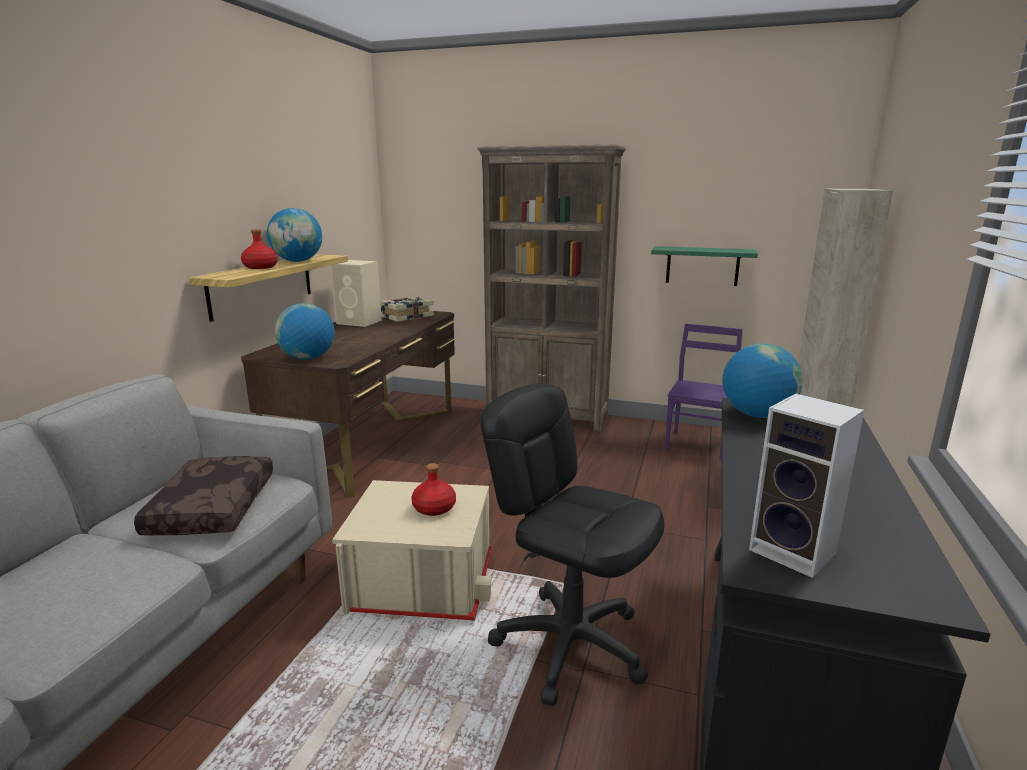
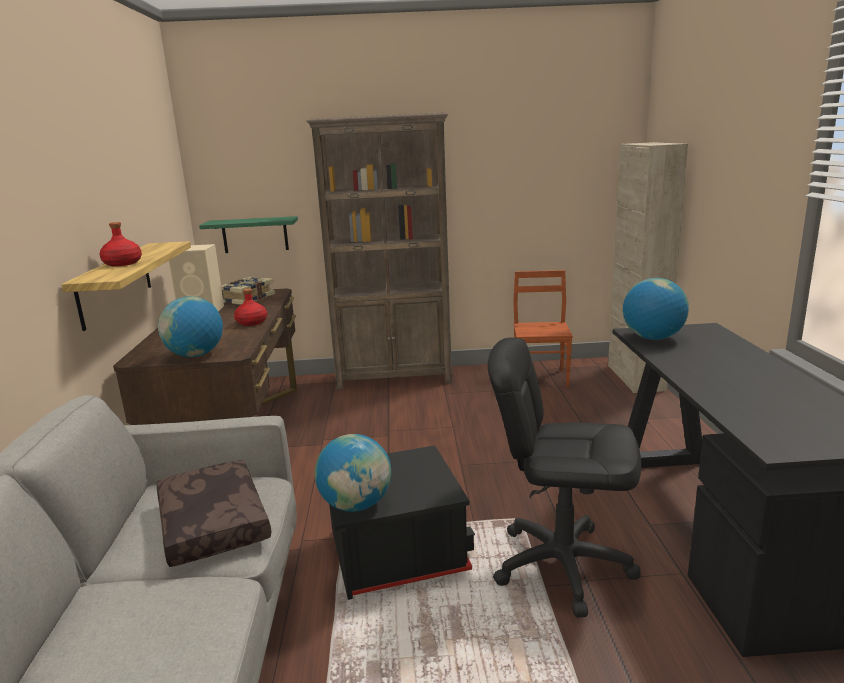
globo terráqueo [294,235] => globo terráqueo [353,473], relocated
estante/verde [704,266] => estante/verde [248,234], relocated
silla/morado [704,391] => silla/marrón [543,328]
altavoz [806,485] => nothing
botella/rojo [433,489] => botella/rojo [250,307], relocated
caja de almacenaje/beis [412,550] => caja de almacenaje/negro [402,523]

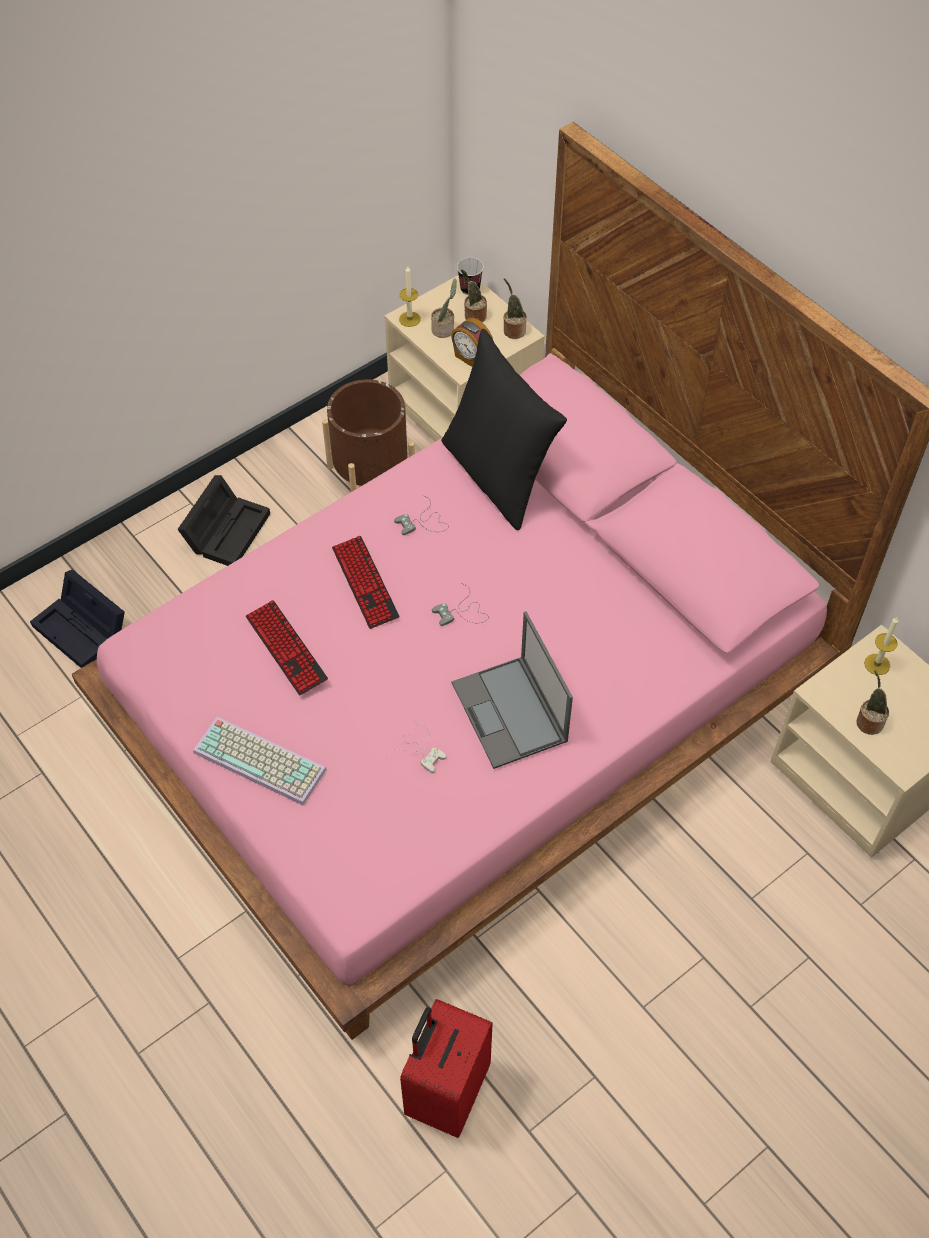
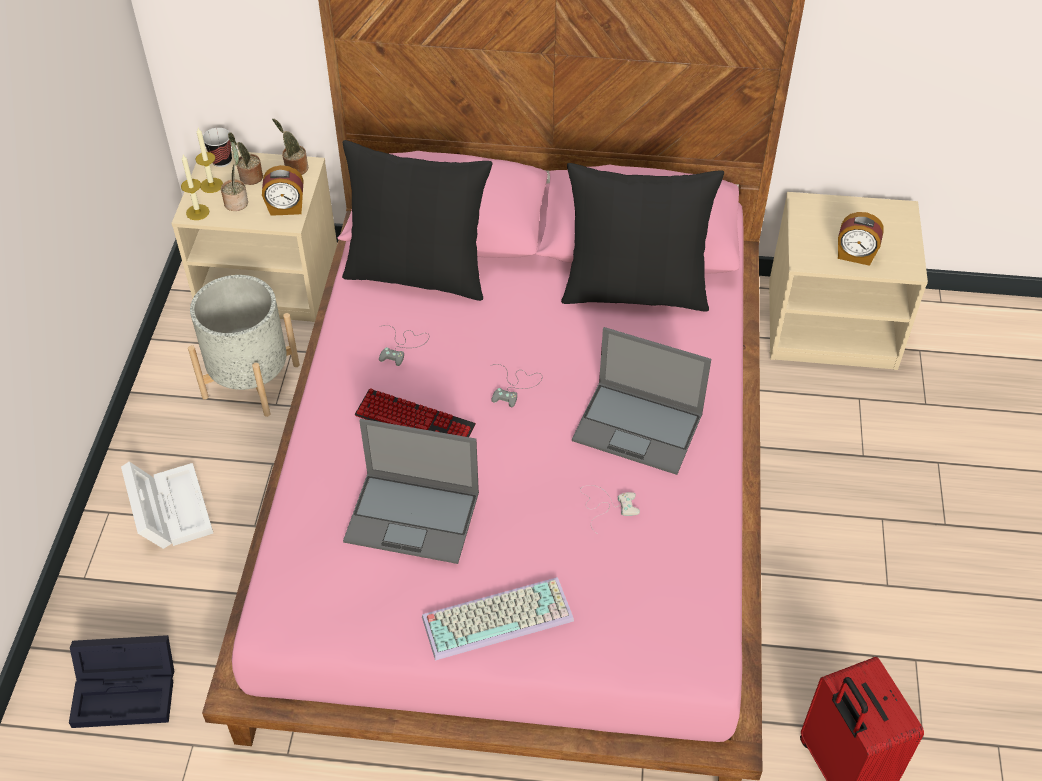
maceta/marrón [368,435] => maceta/gris [244,346]
caja de almacenaje/negro [223,520] => caja de almacenaje/blanco [167,505]
teclado [286,648] => portátil [411,491]
vela [881,646] => vela [209,160], relocated
planta en maceta [873,702] => despertador [861,239]
nothing => cojín/negro [642,237]

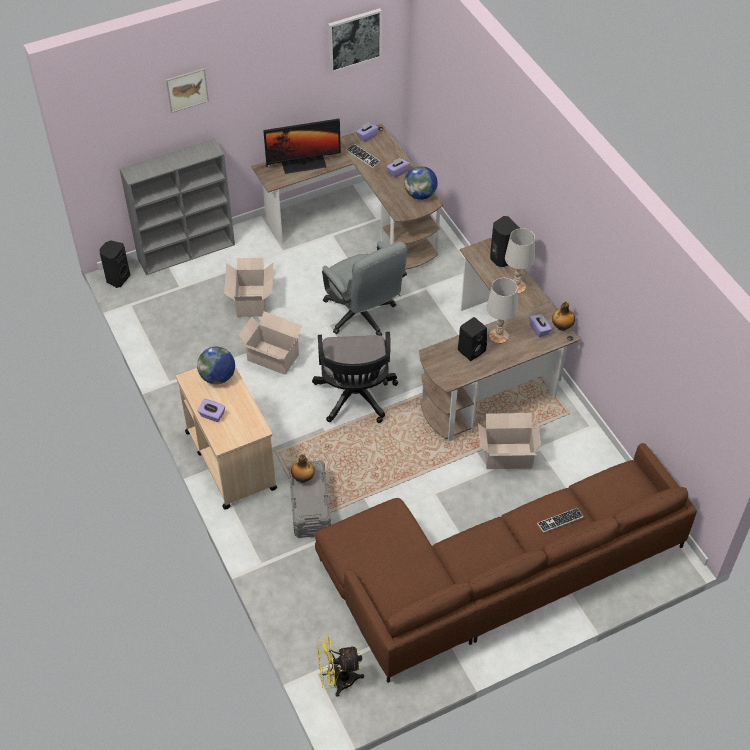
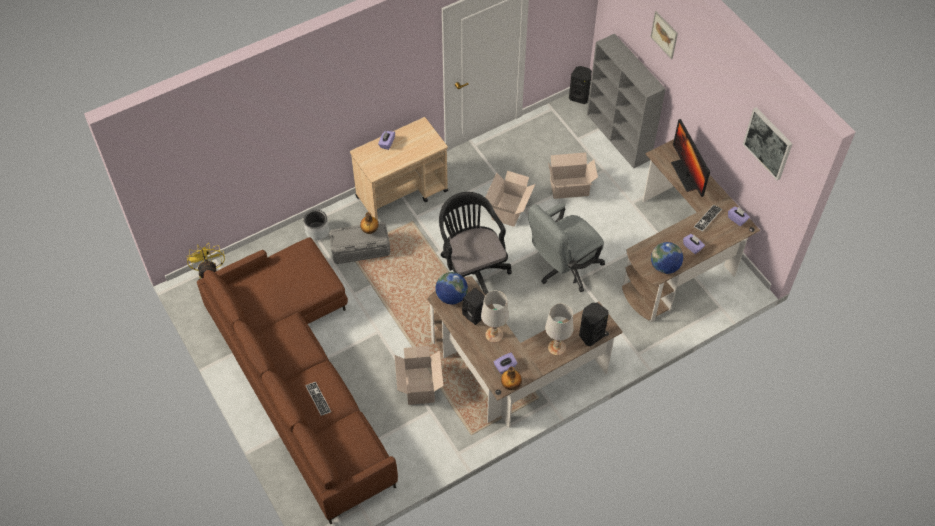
silla de oficina/negro [355,377] => silla de oficina/negro [475,243], 75 degrees clockwise
globo terráqueo [216,365] => globo terráqueo [451,288], relocated
nothing => maceta/gris [316,225]

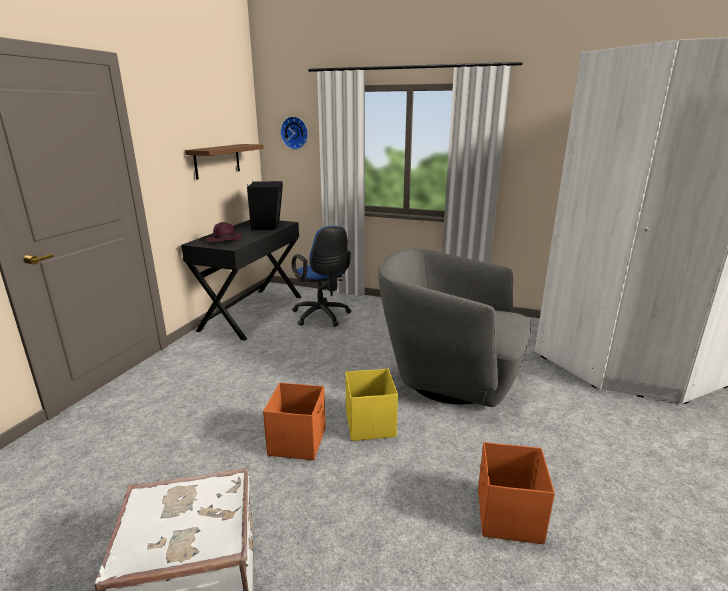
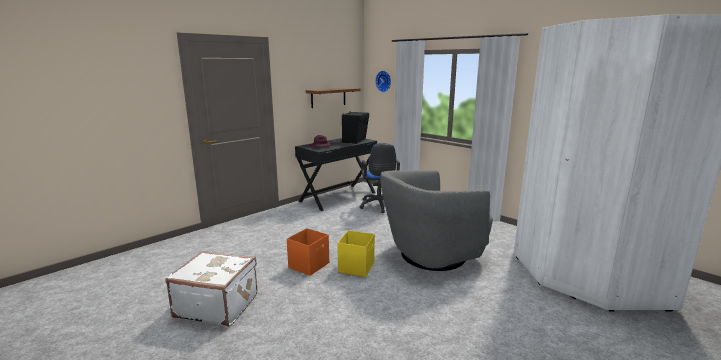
sillón/gris [454,328] => sillón/gris [436,220], 75 degrees counterclockwise
caja de almacenaje/naranja [516,493] => nothing

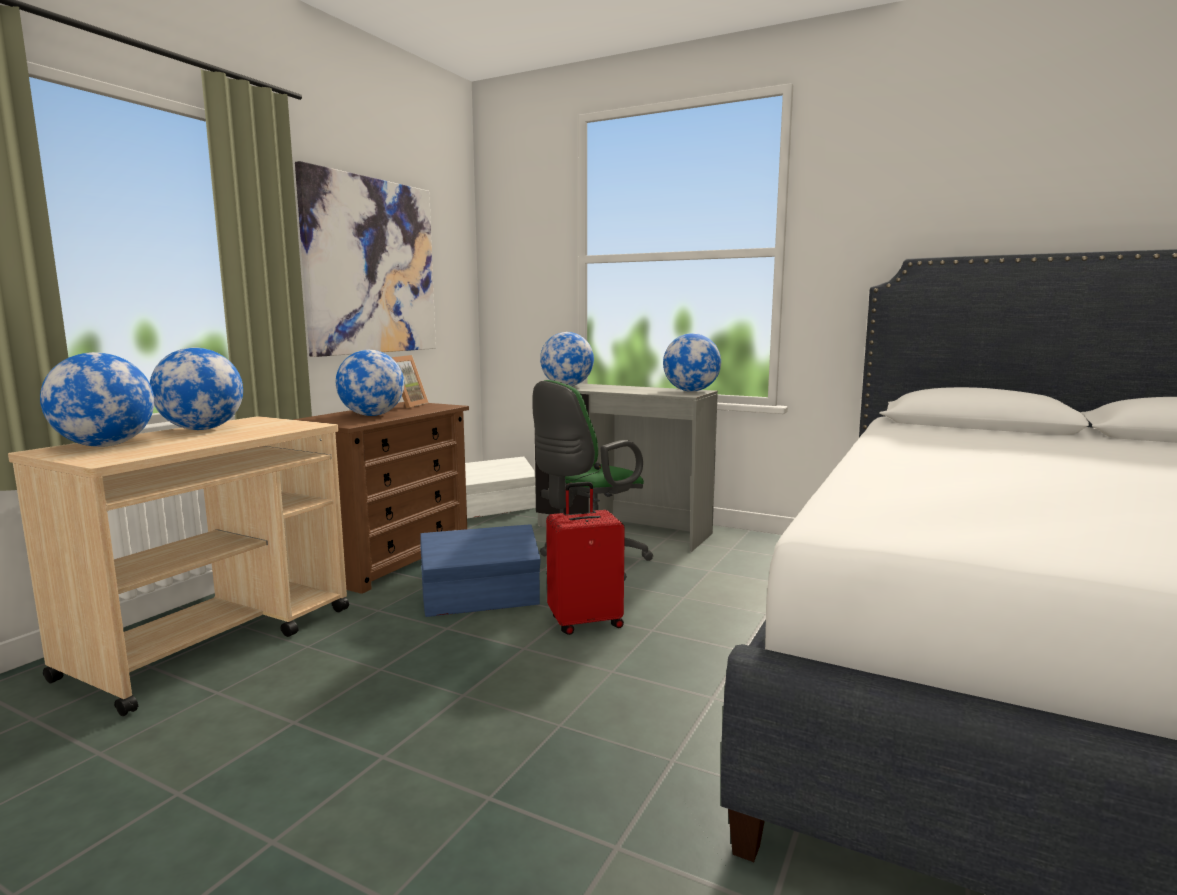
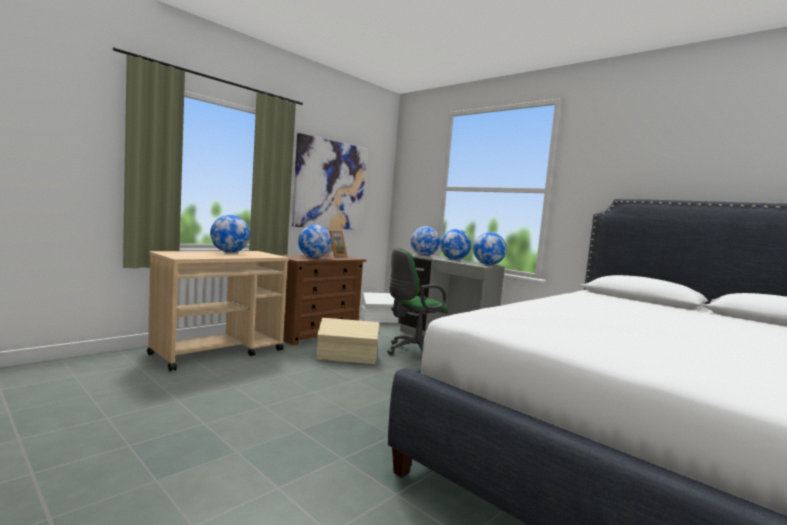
globo terráqueo [97,399] => globo terráqueo [455,244], relocated
maleta/rojo [585,558] => nothing
caja de almacenaje/azul [480,570] => caja de almacenaje/beis [347,341]

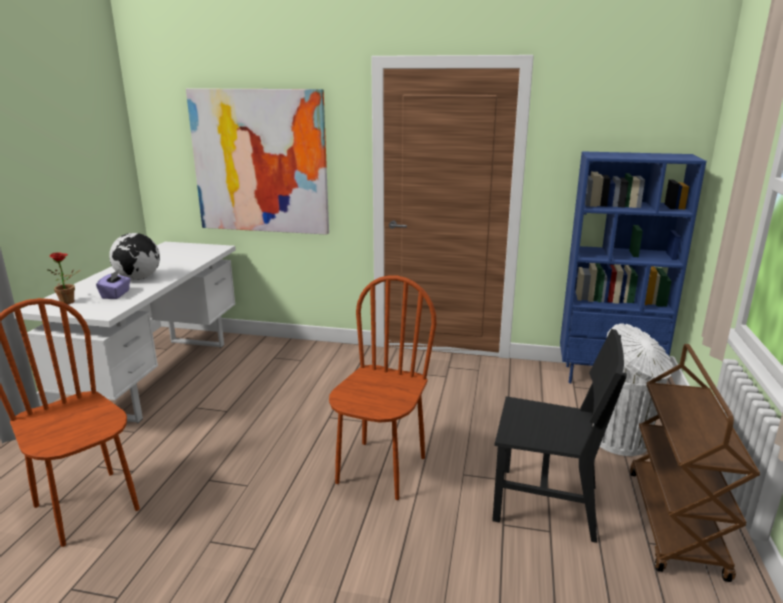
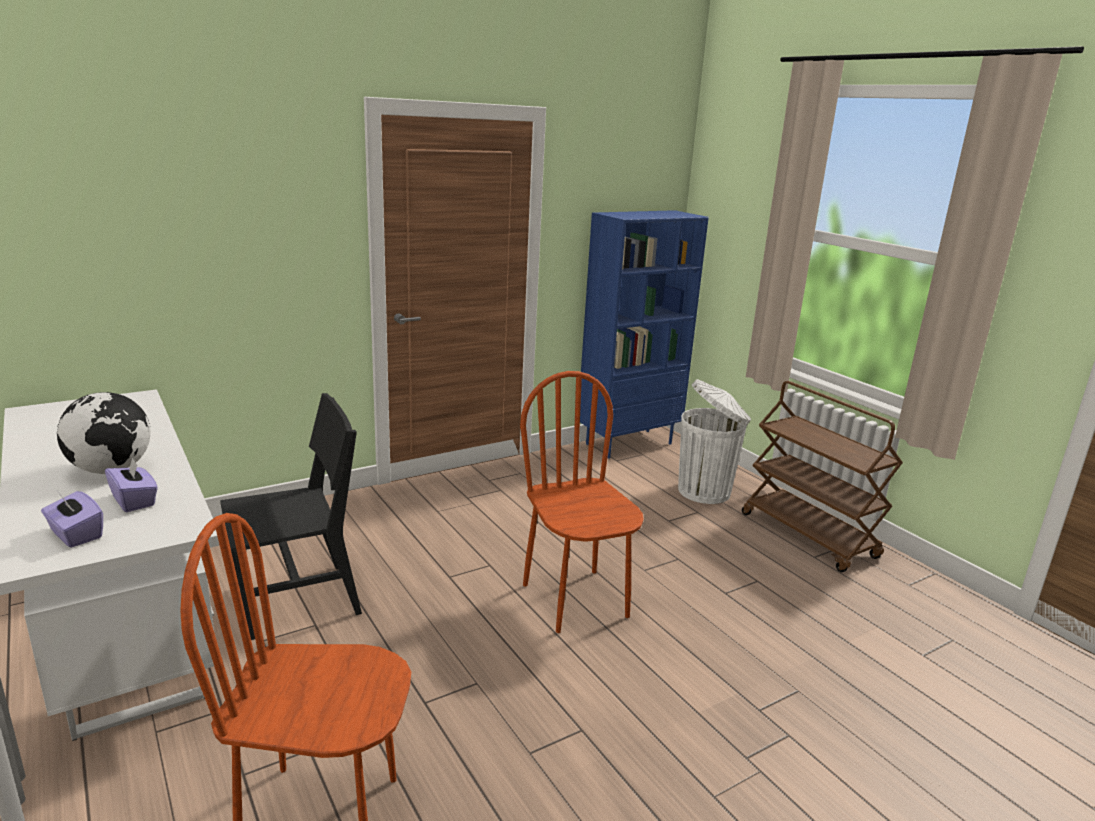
cuadro [257,161] => nothing
planta en maceta [63,278] => caja de pañuelos/morado [72,519]
silla/negro [559,436] => silla/negro [291,516], relocated

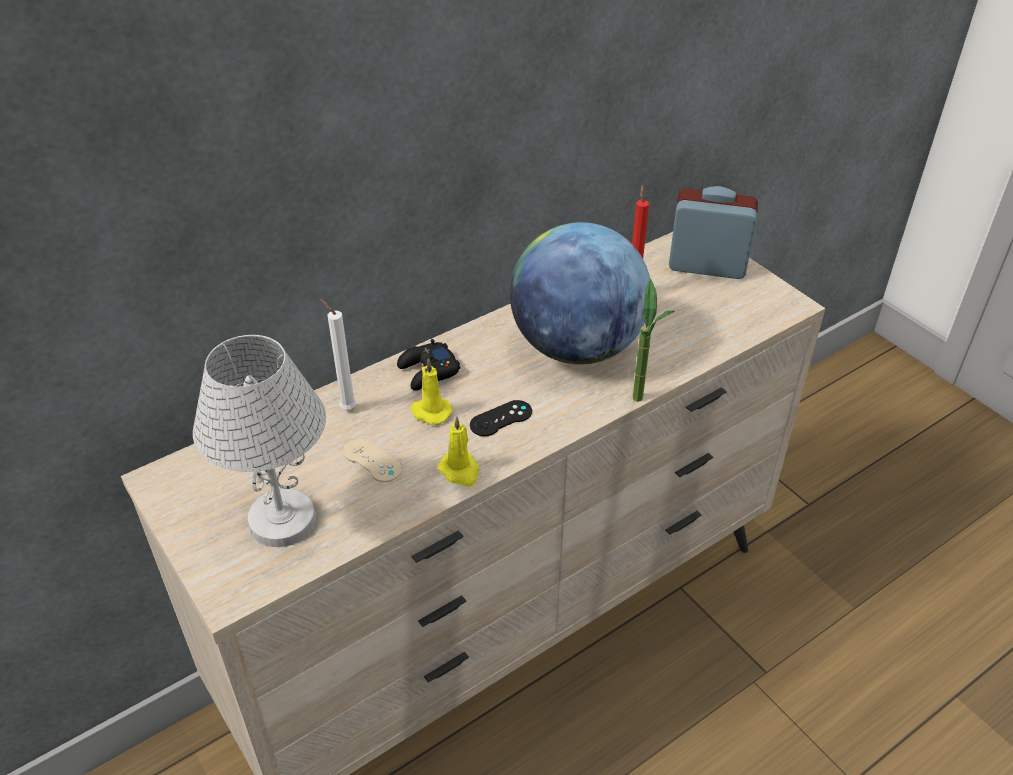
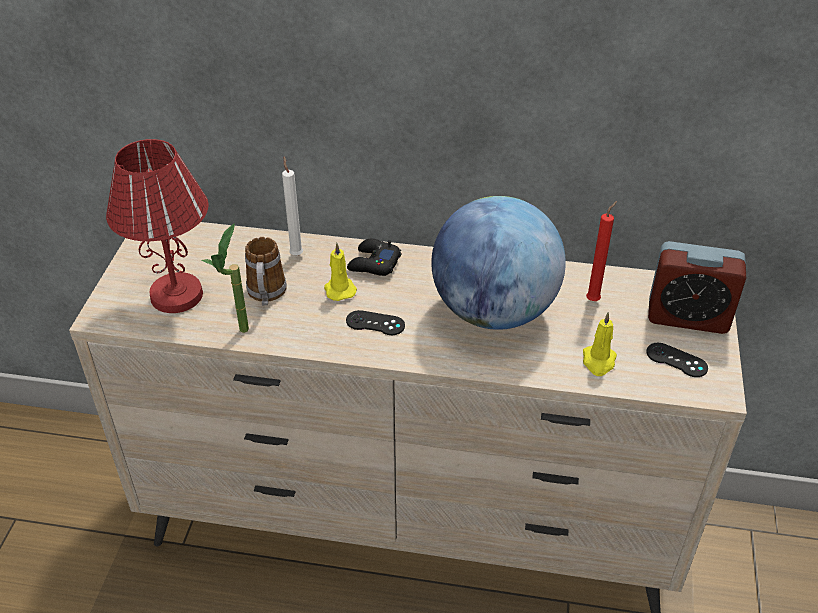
despertador [713,232] => despertador [697,287], 135 degrees clockwise
planta en maceta [653,340] => planta en maceta [225,278], relocated
lámpara de mesa/blanco [259,441] => lámpara de mesa/rojo [157,226]
vela/amarillo [458,451] => vela/amarillo [600,344], relocated
mando de consola/beis [372,460] => taza grande [266,271]
nothing => mando de consola/negro [677,360]

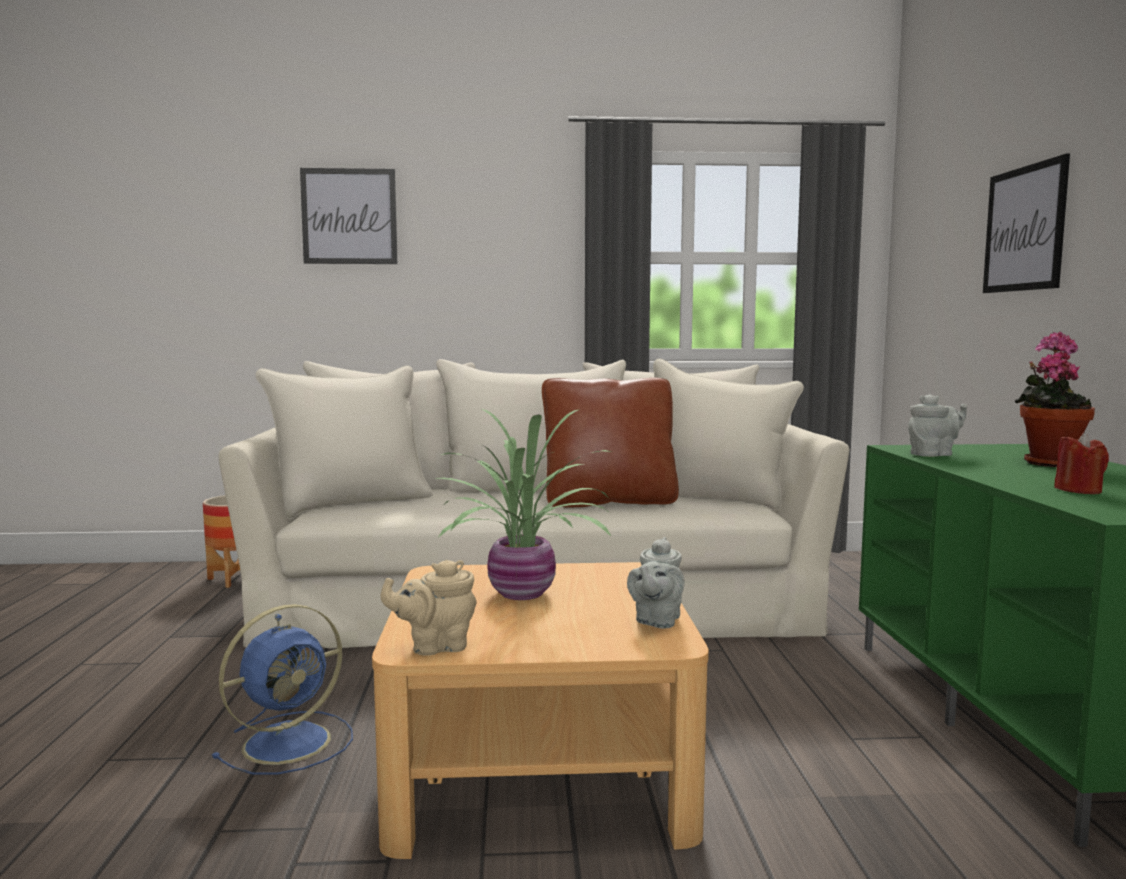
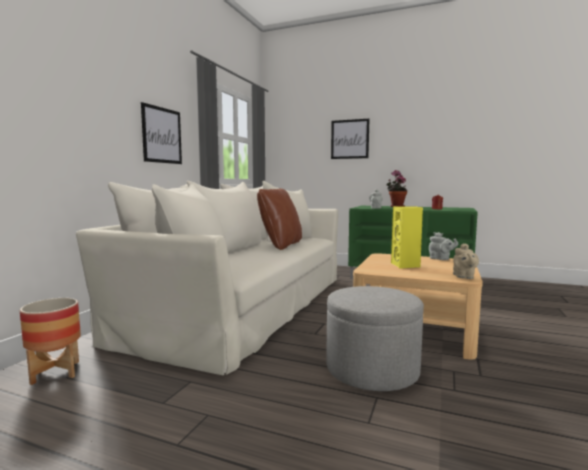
cuadro [349,216] => cuadro [161,133], relocated
planta en maceta [524,504] => altavoz/amarillo [407,237]
ventilador/azul [282,689] => puf/gris [375,338]

